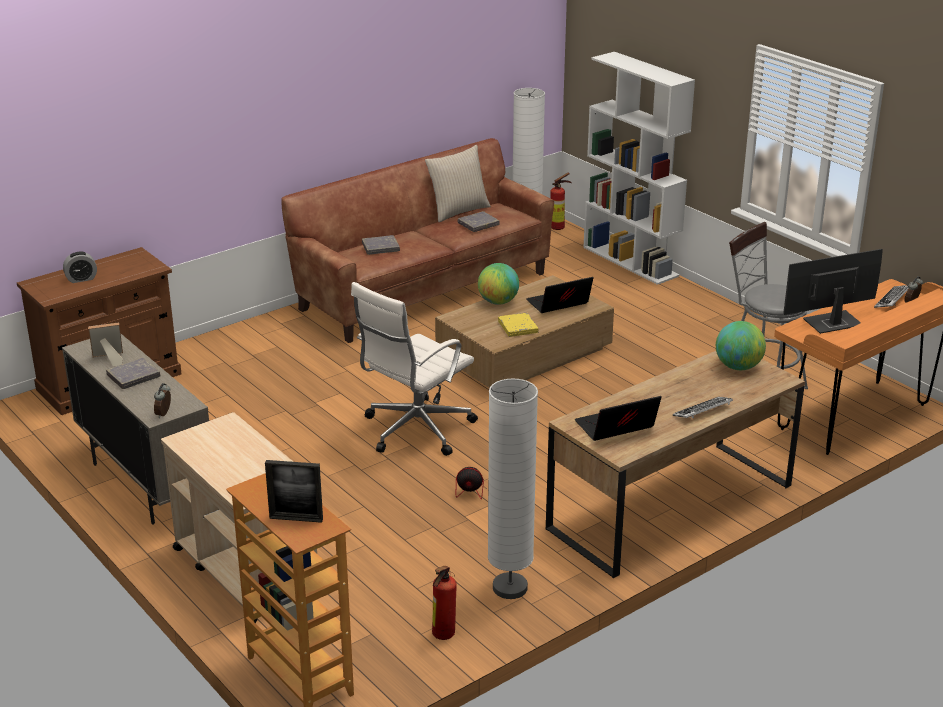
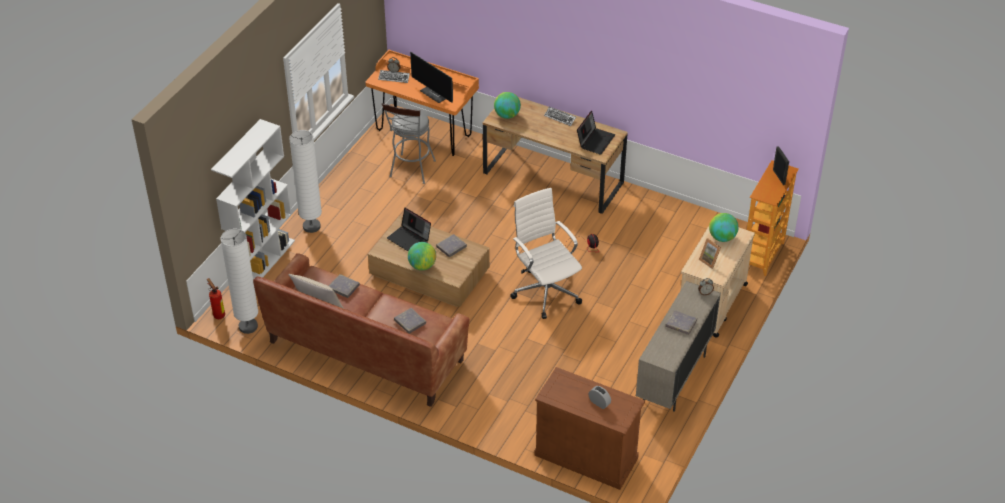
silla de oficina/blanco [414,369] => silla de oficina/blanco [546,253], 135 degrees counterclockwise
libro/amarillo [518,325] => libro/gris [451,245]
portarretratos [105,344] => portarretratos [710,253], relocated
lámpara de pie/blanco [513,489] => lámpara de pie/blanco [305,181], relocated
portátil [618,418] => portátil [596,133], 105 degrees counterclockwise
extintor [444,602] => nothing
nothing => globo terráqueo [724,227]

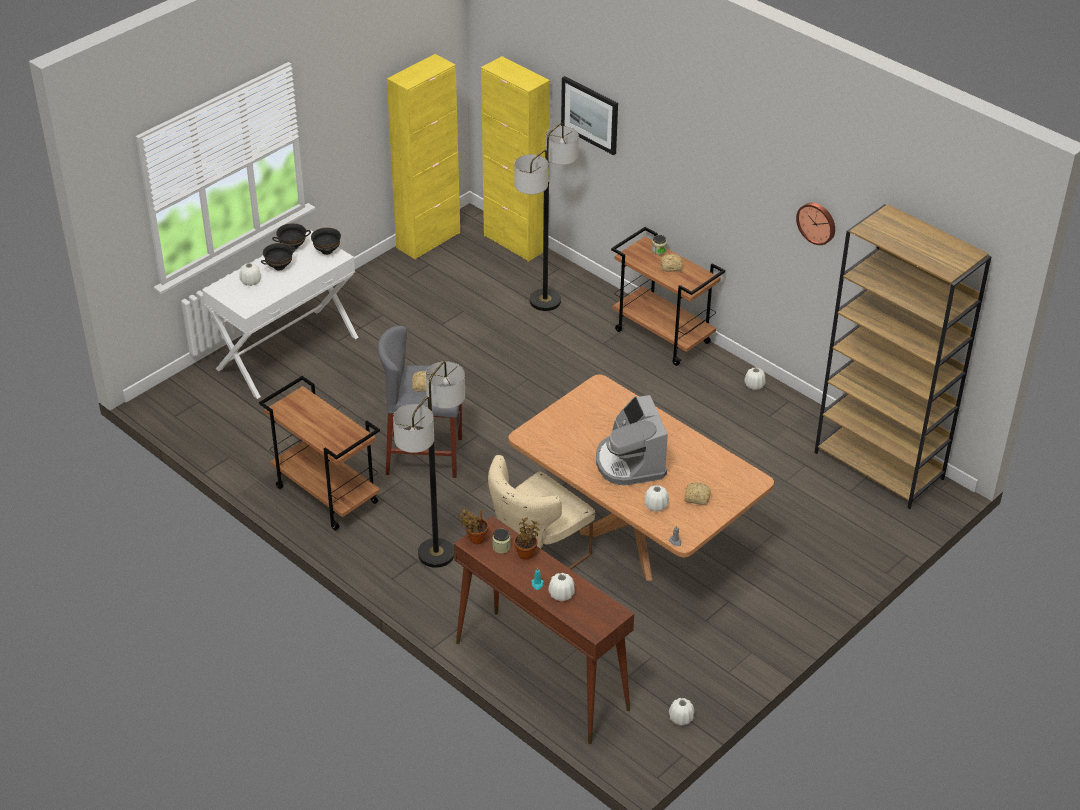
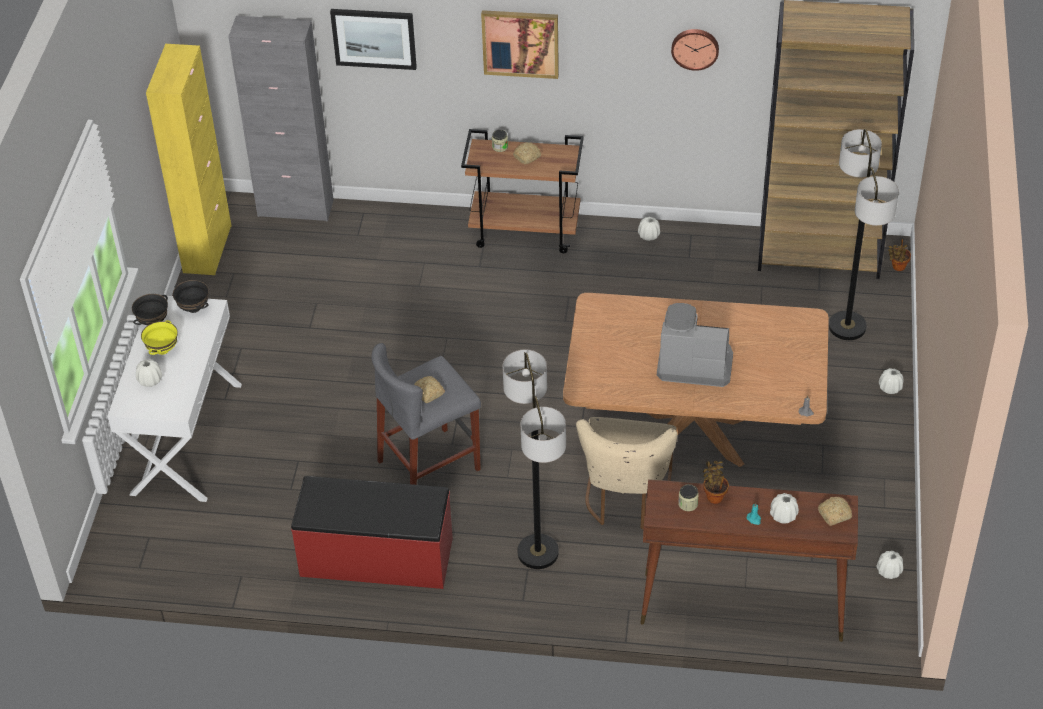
armario/amarillo [515,159] => armario/gris [281,119]
lámpara de pie [546,216] => lámpara de pie [864,234], relocated
cuenco/negro [278,256] => cuenco/amarillo [159,337]
carrito/marrón [319,453] => banco/rojo [372,532]
cafetera [632,440] => cafetera [695,345], 150 degrees clockwise
pan [697,493] => pan [835,511], relocated
florero/blanco [656,498] => florero/blanco [891,381], relocated
planta en maceta [473,526] => planta en maceta [899,255], relocated
nothing => cuadro [520,44]

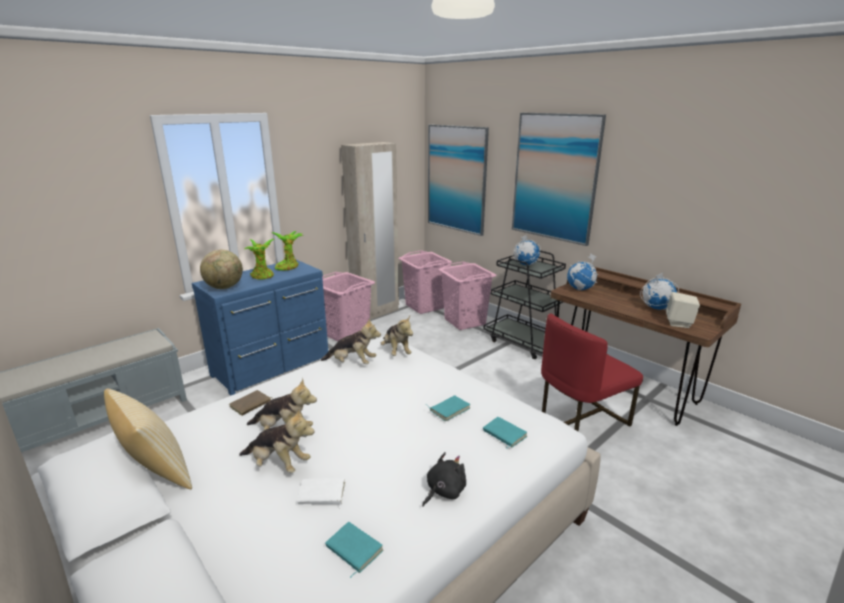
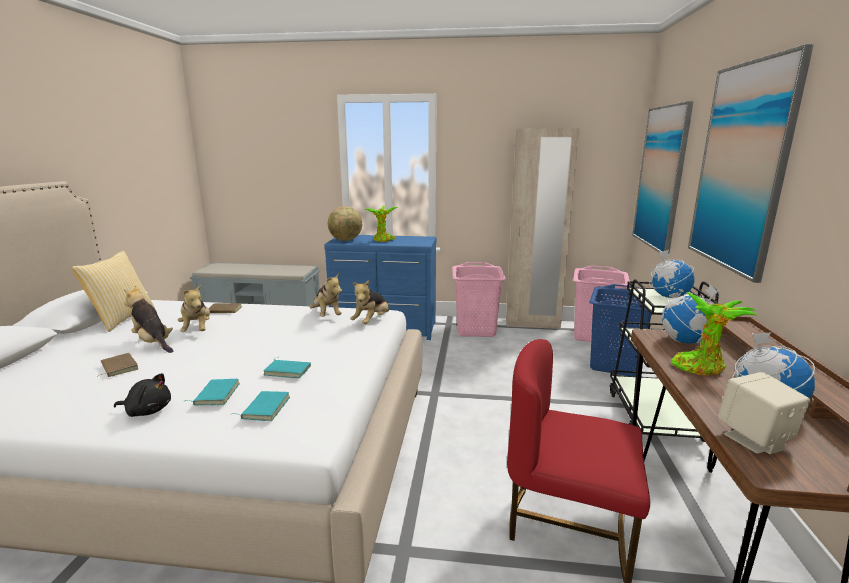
planta en maceta [288,251] => planta en maceta [714,334], relocated
cesto de la ropa/rosa [467,295] => cesto de la ropa/azul [620,330]
peluche [277,440] => peluche [149,319], 150 degrees clockwise
libro/blanco [321,493] => libro/marrón [118,365]
libro/turquesa [354,550] => libro/turquesa [211,392], relocated

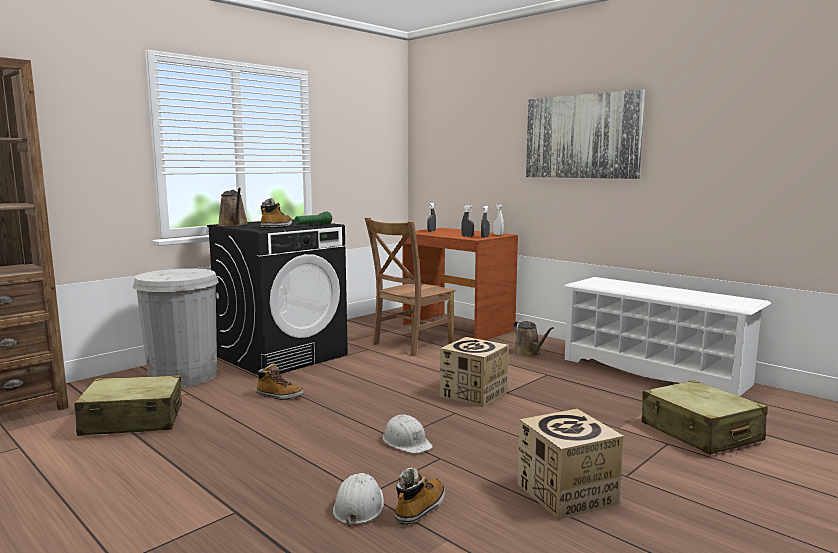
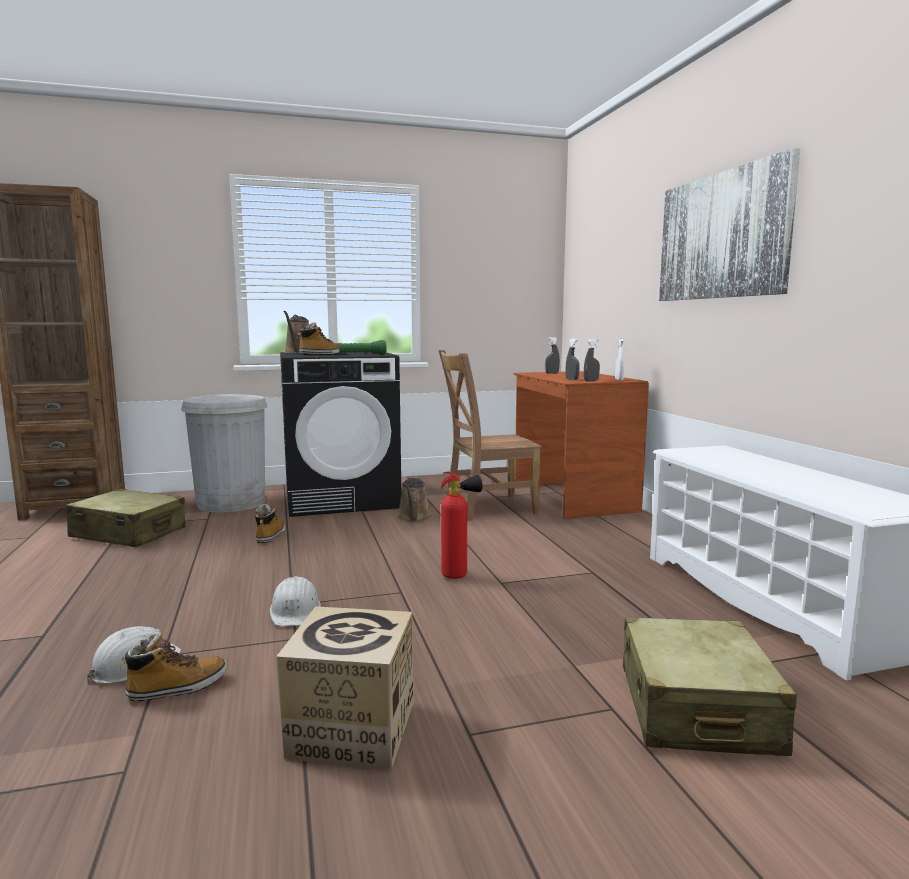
regadera/marrón [533,338] => regadera/marrón [414,499], relocated
caja de cartón [474,372] => extintor [462,525]
bota [280,382] => bota [270,523], 135 degrees counterclockwise

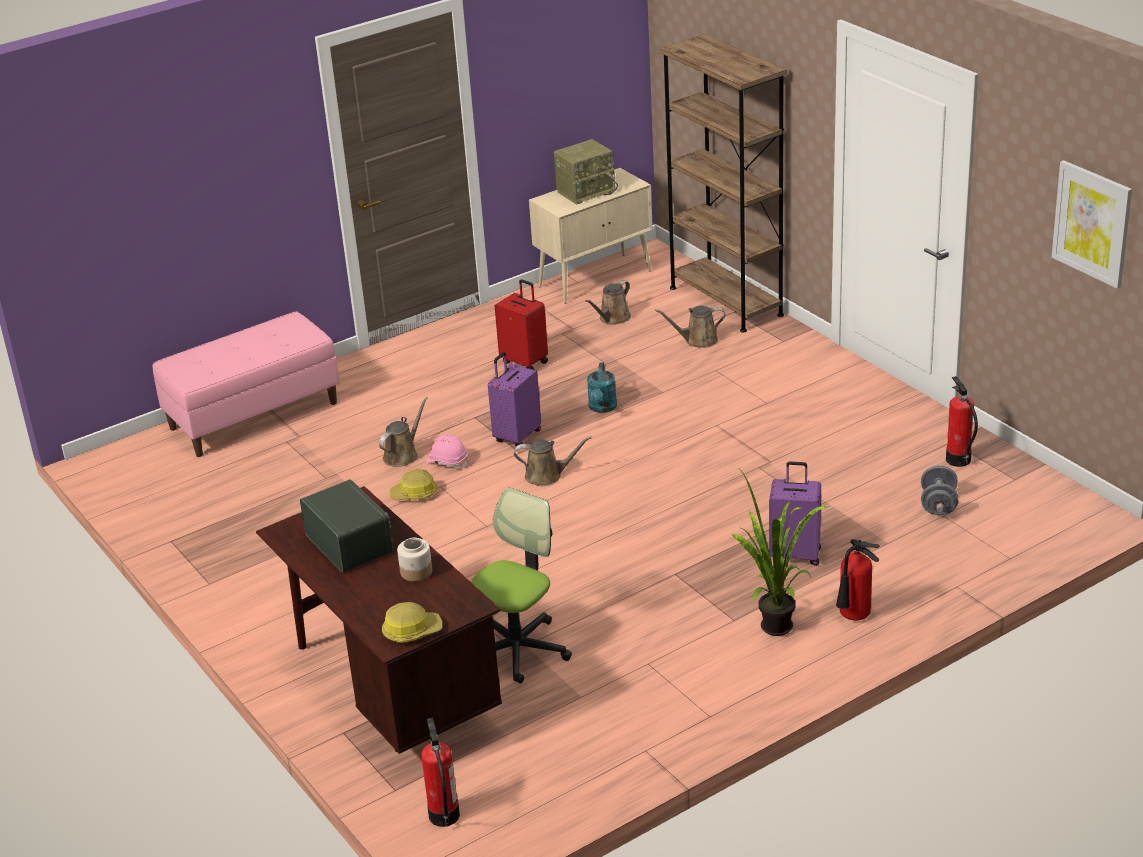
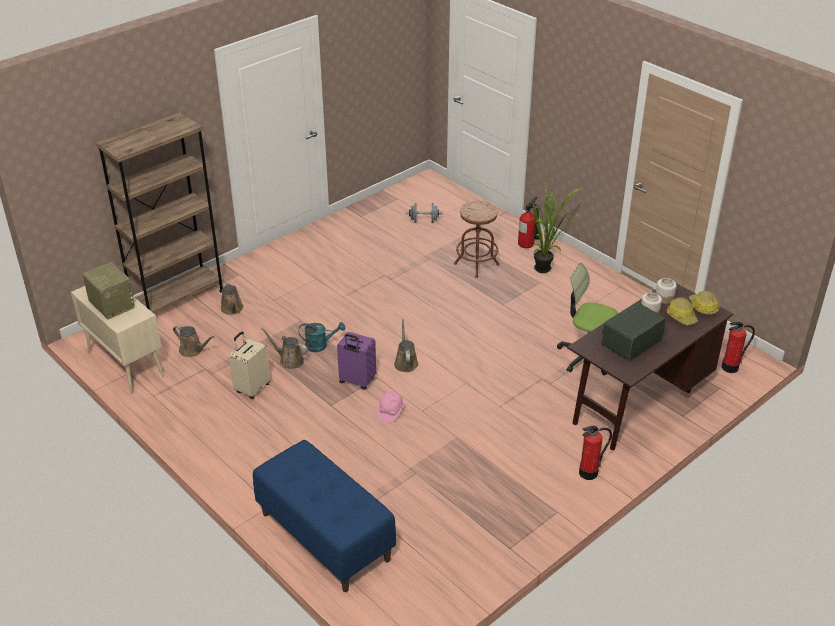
cuadro [1092,224] => nothing
maleta/rojo [521,324] => maleta/beis [249,365]
banco/rosa [246,384] => banco/azul [324,516]
extintor [962,421] => extintor [595,453], relocated
regadera/marrón [403,432] => regadera/marrón [284,348], relocated
maleta/morado [795,514] => taburete/marrón [477,239]
casco [413,484] => casco [682,311], relocated
nothing => tarro [666,291]

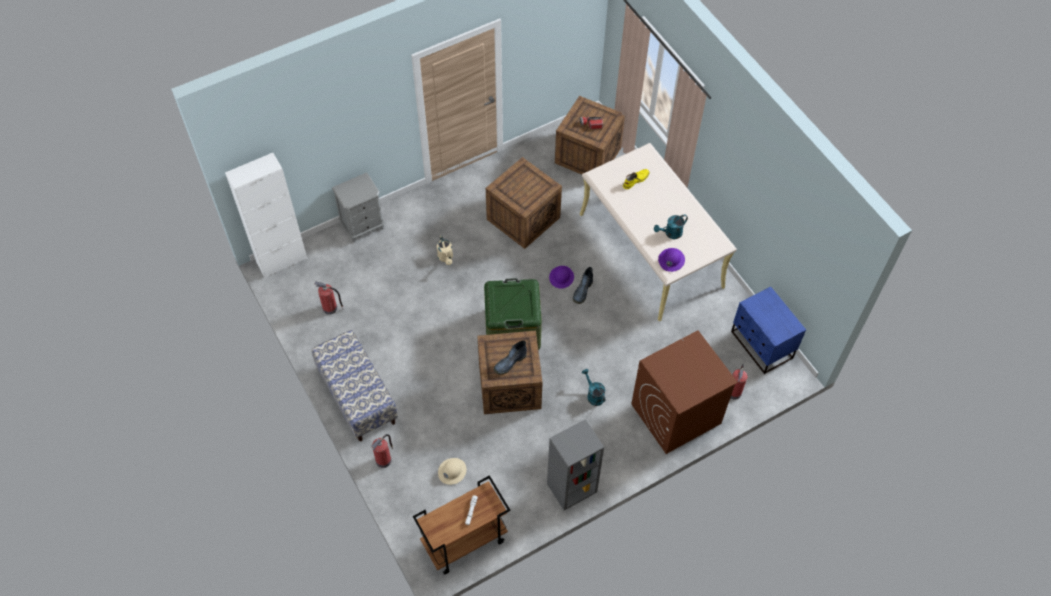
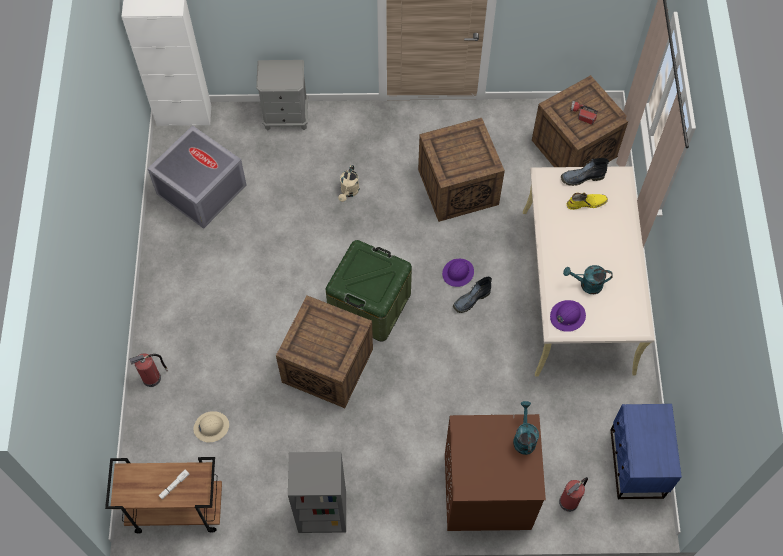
extintor [329,298] => caja de almacenaje/gris [197,177]
banco [354,385] => nothing
bota [510,357] => bota [585,172], relocated
regadera/turquesa [593,387] => regadera/turquesa [526,428], relocated

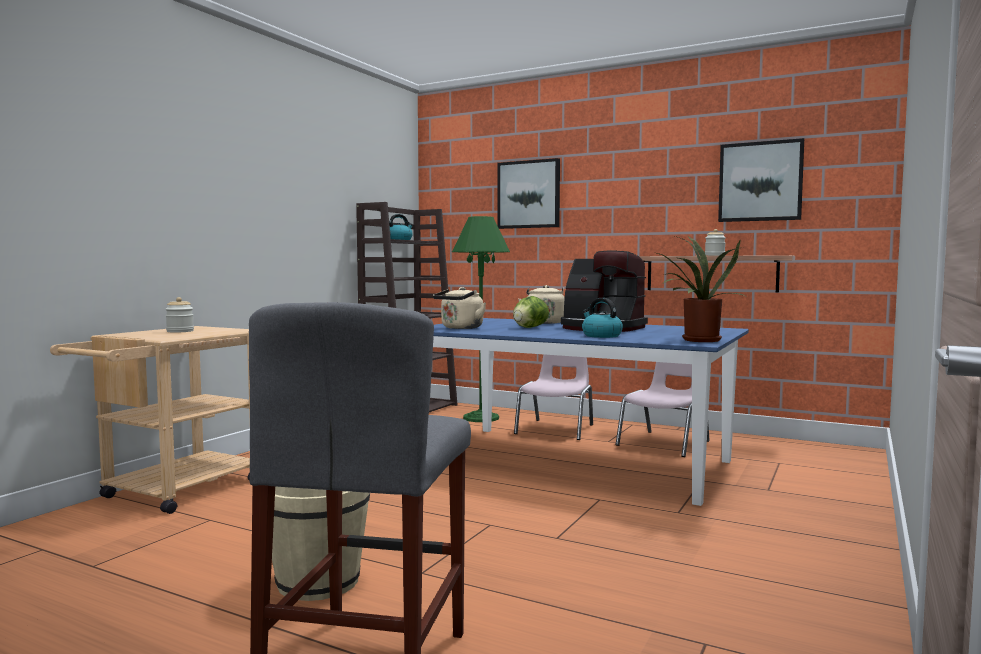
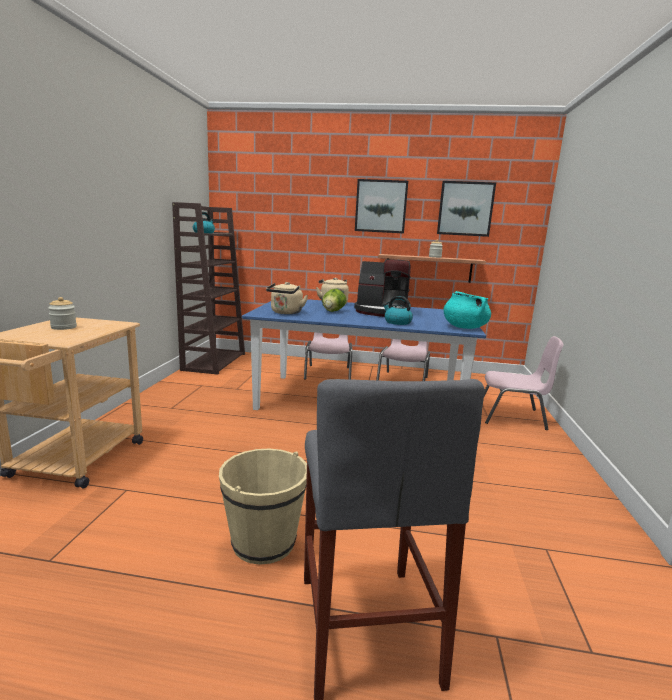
cuadro [529,193] => cuadro [381,206], relocated
lámpara de pie/verde [481,319] => nothing
planta en maceta [701,288] => olla/turquesa [467,310]
nothing => silla/rosa [524,383]

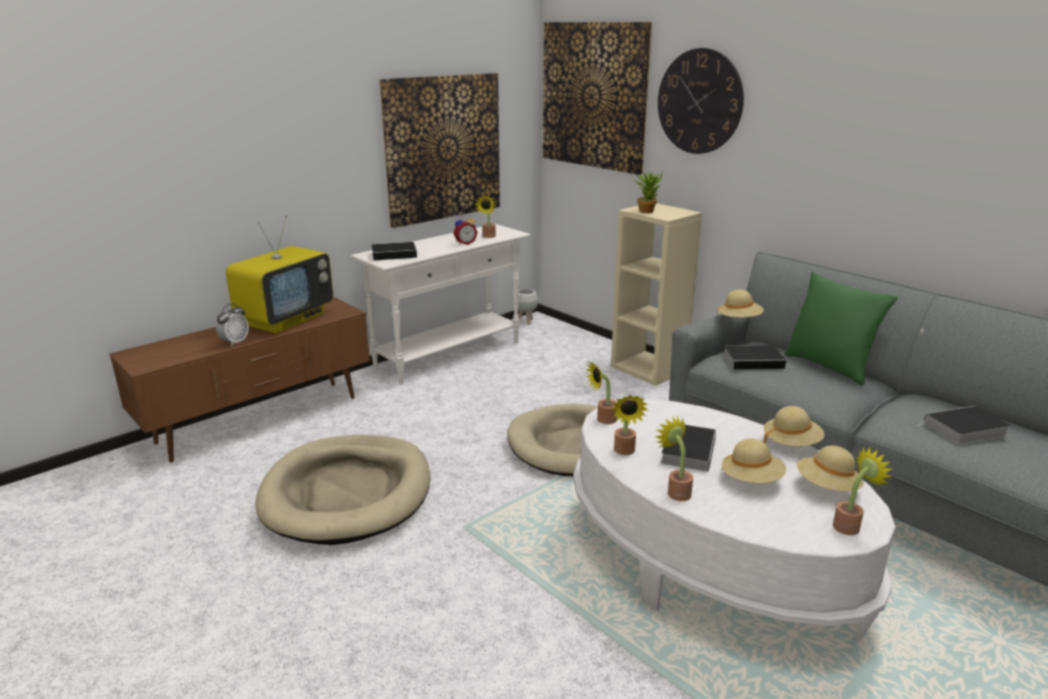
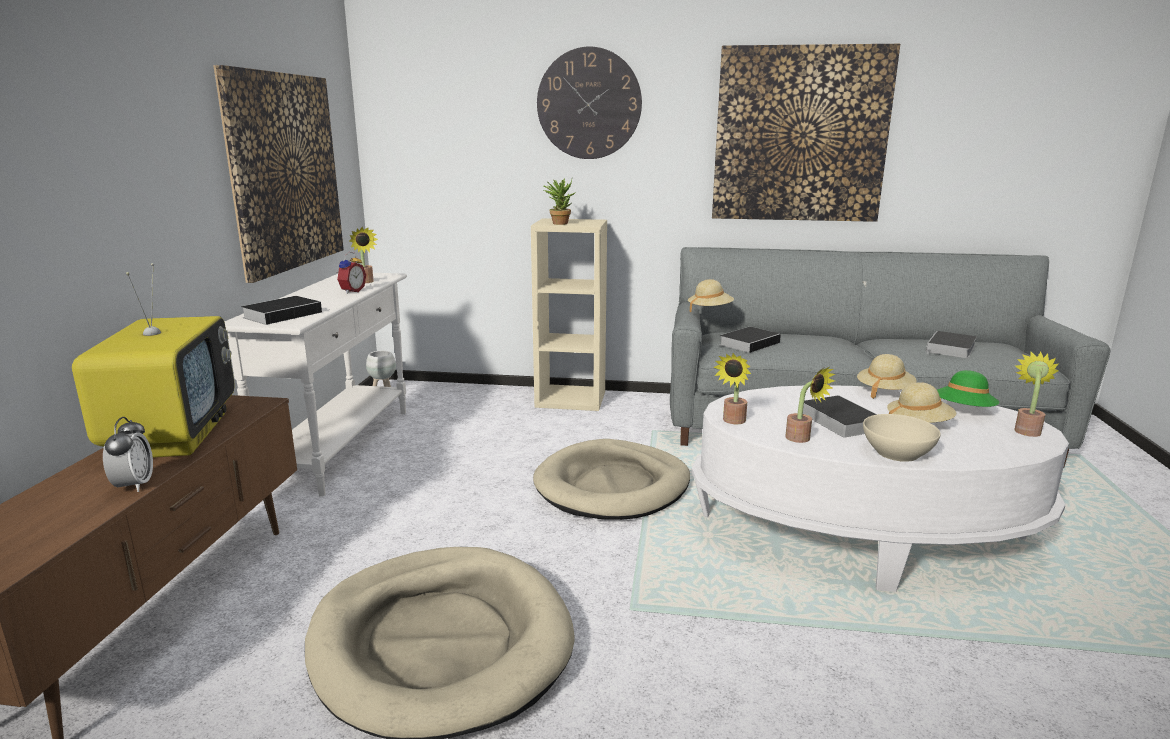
cuadro [597,98] => cuadro [806,133], relocated
cojín/verde [841,329] => nothing
planta en maceta [674,458] => cuenco/beis [902,438]
sombrero/beis [830,468] => sombrero/verde [968,388]

